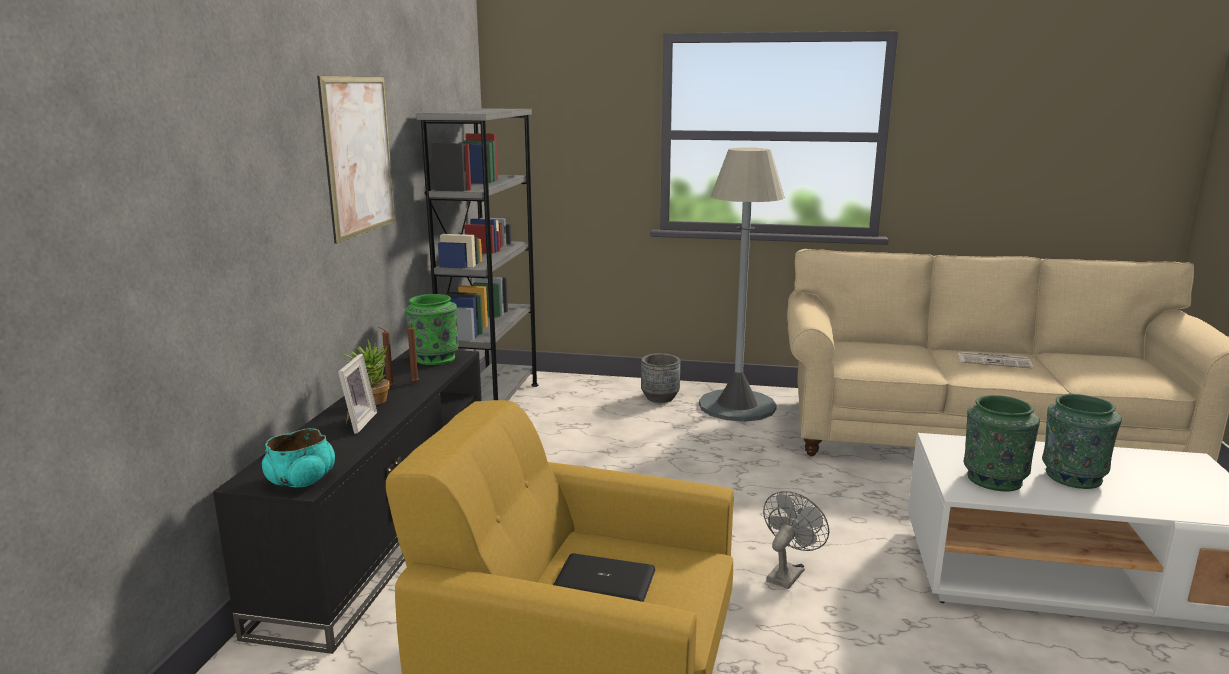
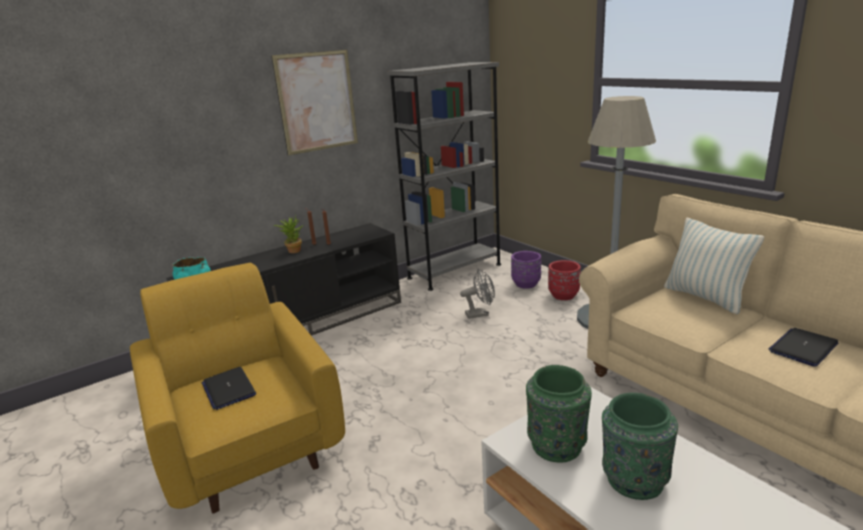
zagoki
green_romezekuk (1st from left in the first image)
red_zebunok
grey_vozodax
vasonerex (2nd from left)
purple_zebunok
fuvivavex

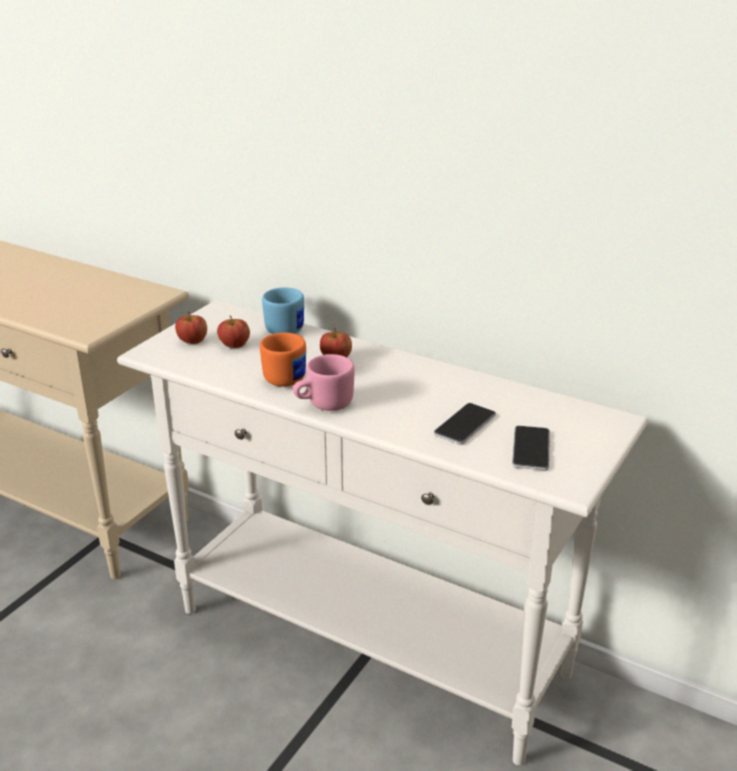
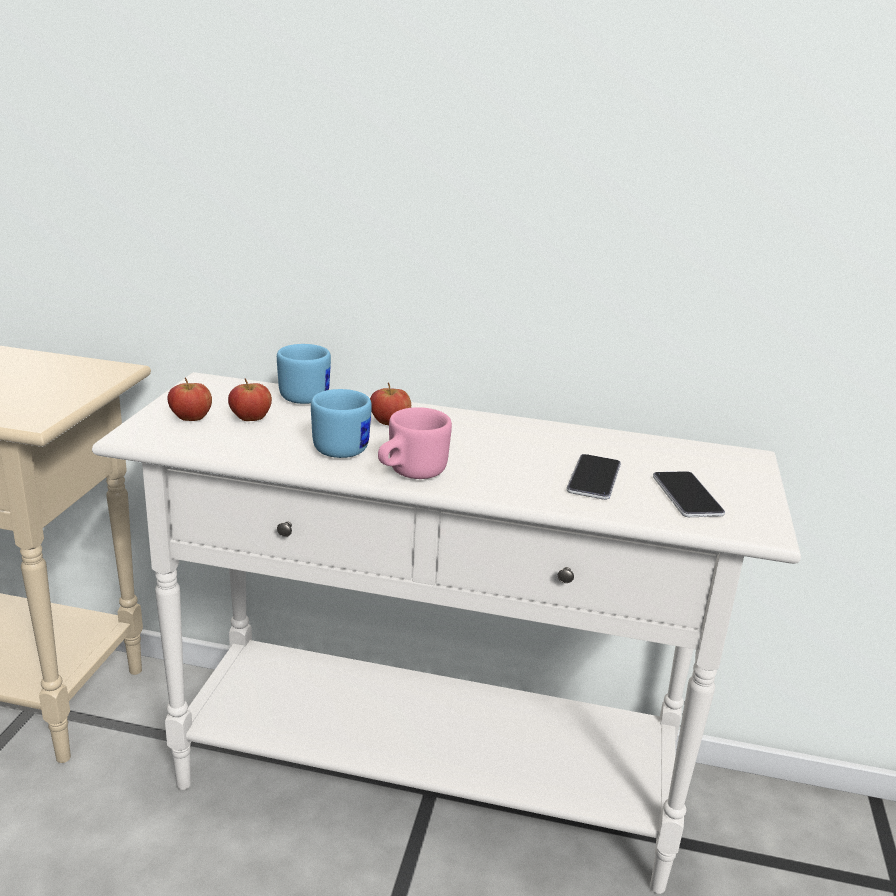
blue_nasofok (2nd from left)

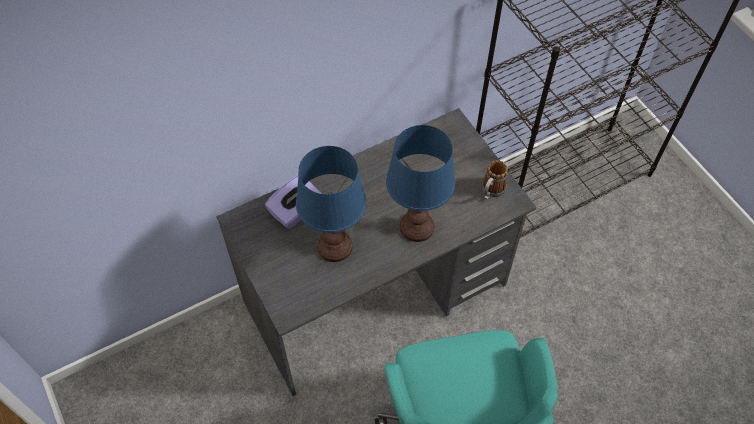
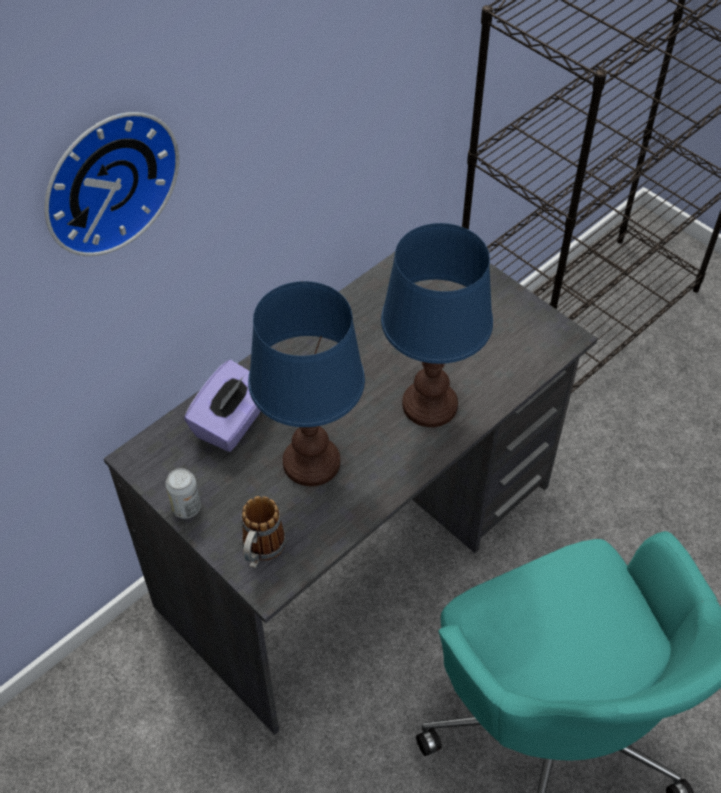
nasofok
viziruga
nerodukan

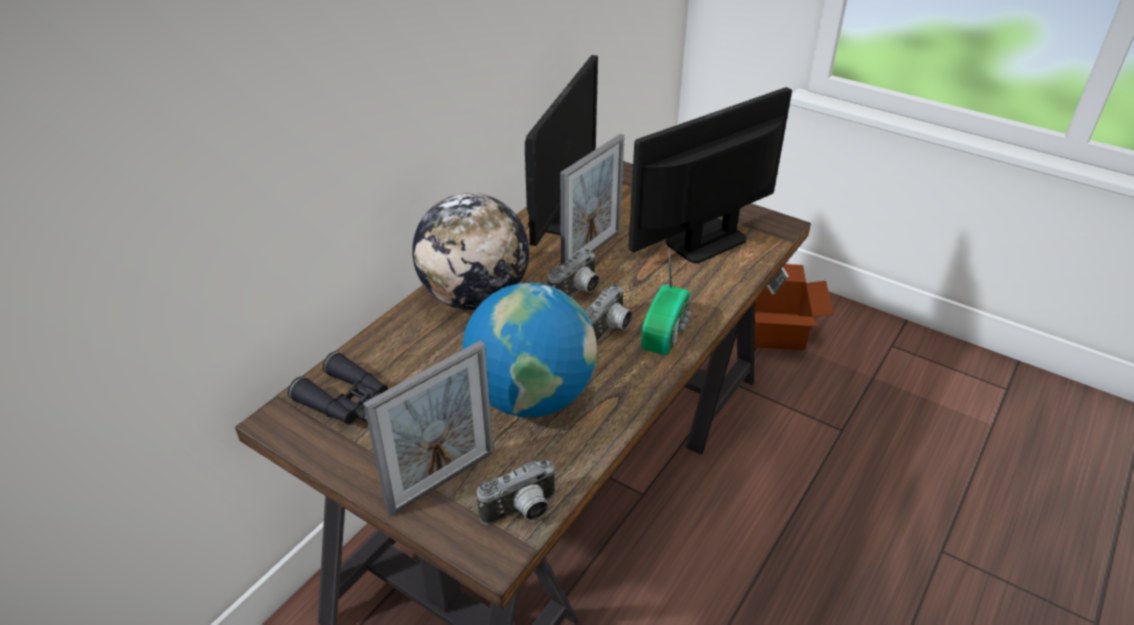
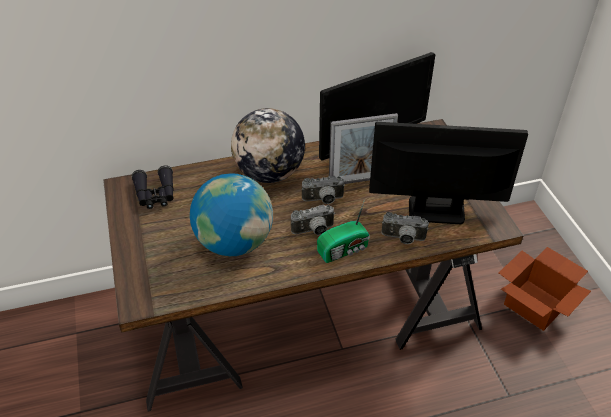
zagoki (1st from left in the first image)
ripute (3rd from left)

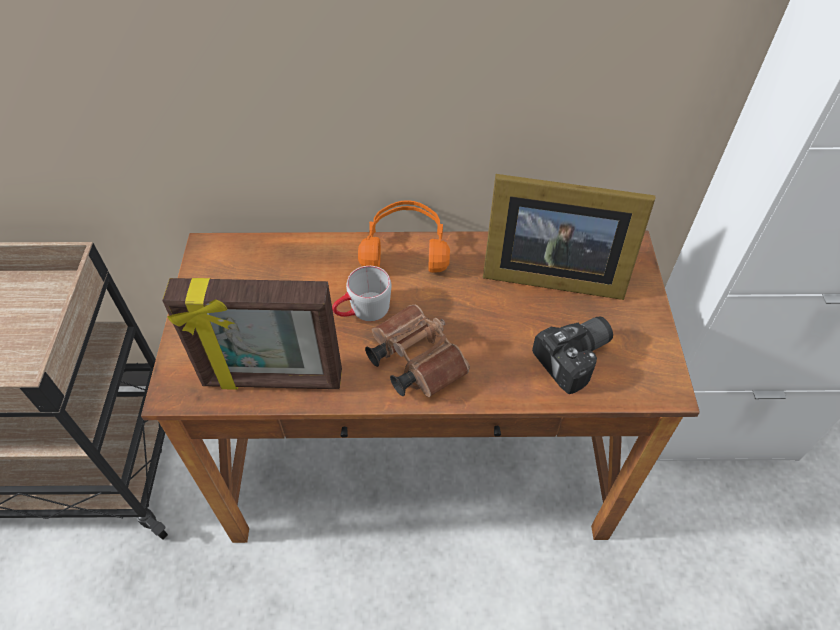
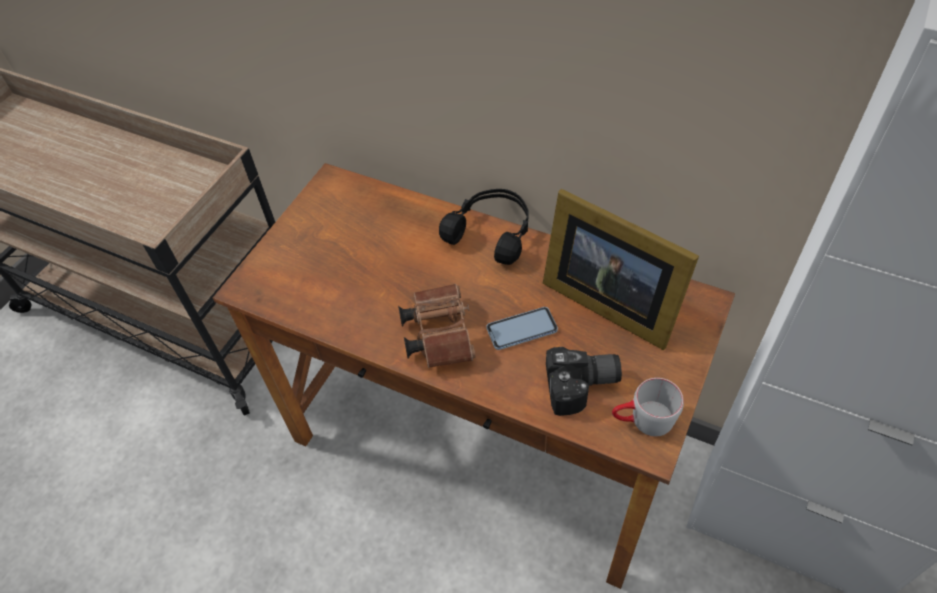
zagoki (1st from left in the first image)
grey_nasofok
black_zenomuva
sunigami

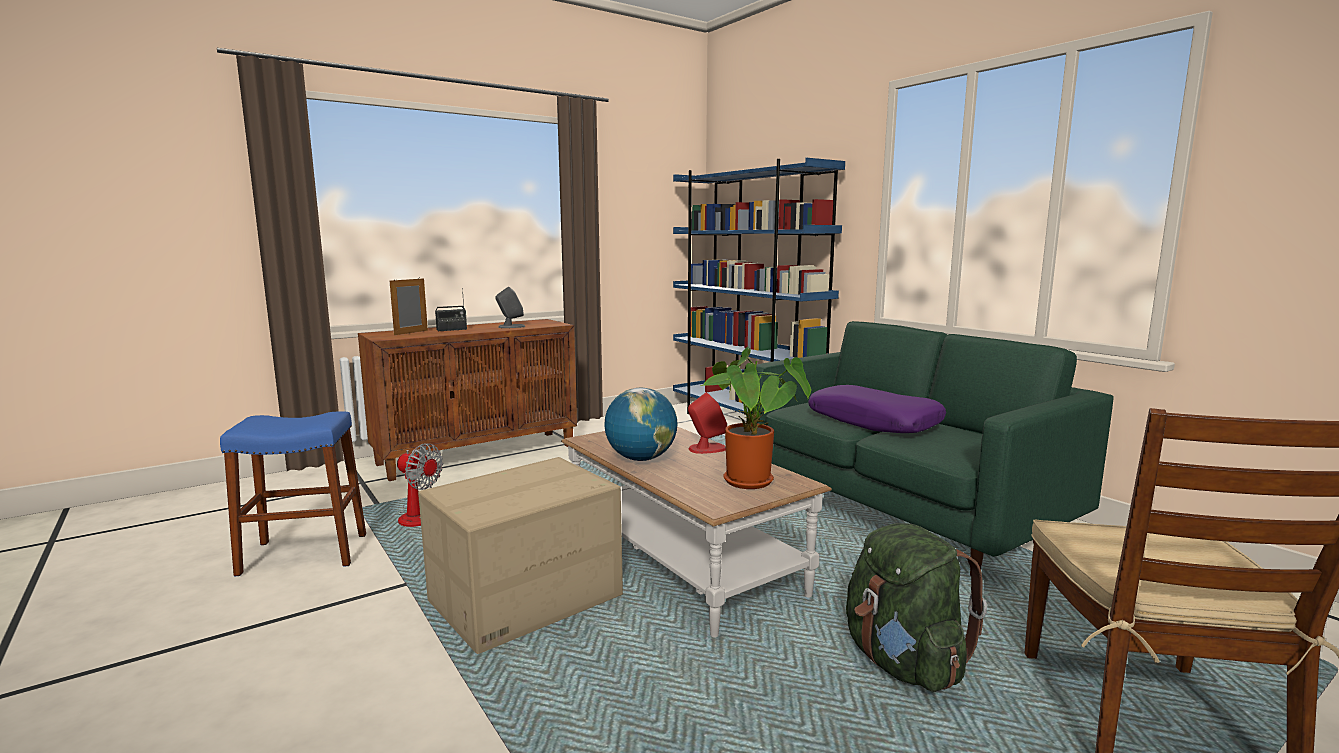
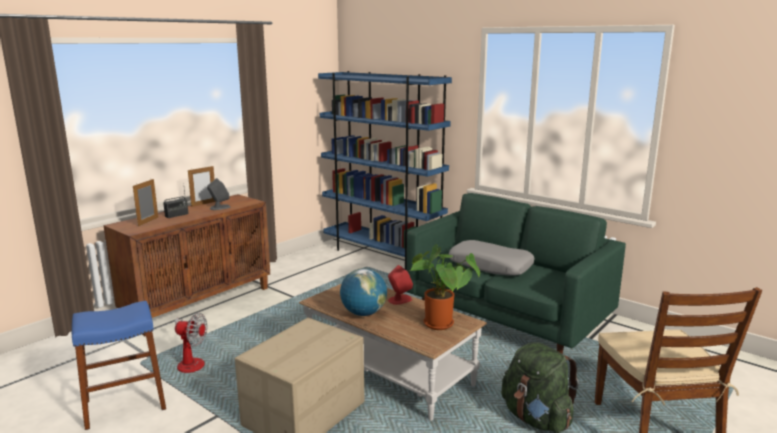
grey_fuvivavex
zagoki (2nd from left)

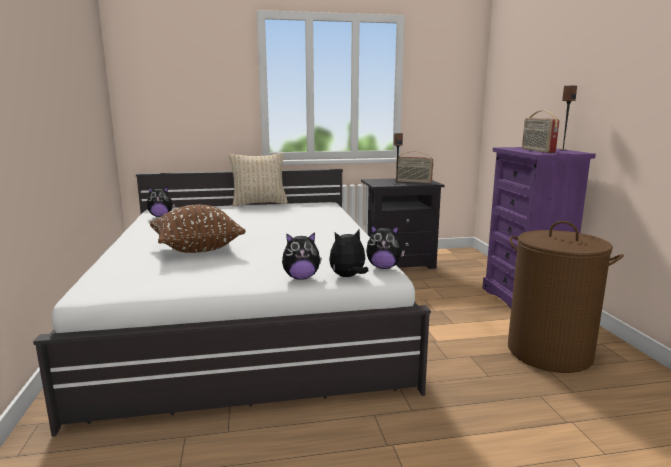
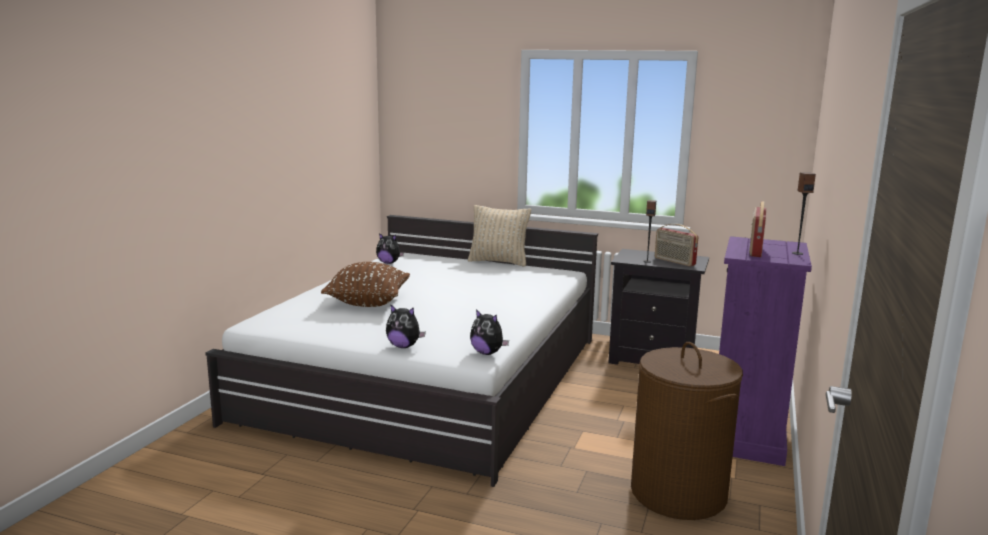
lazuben (3rd from left in the first image)

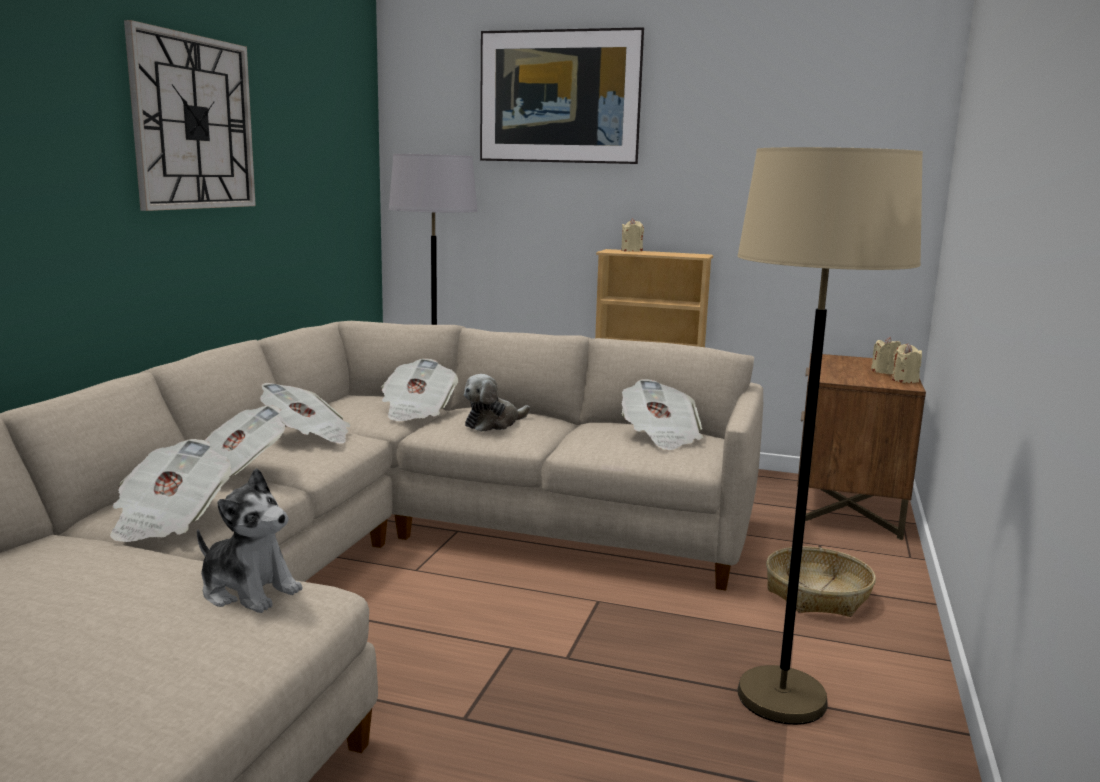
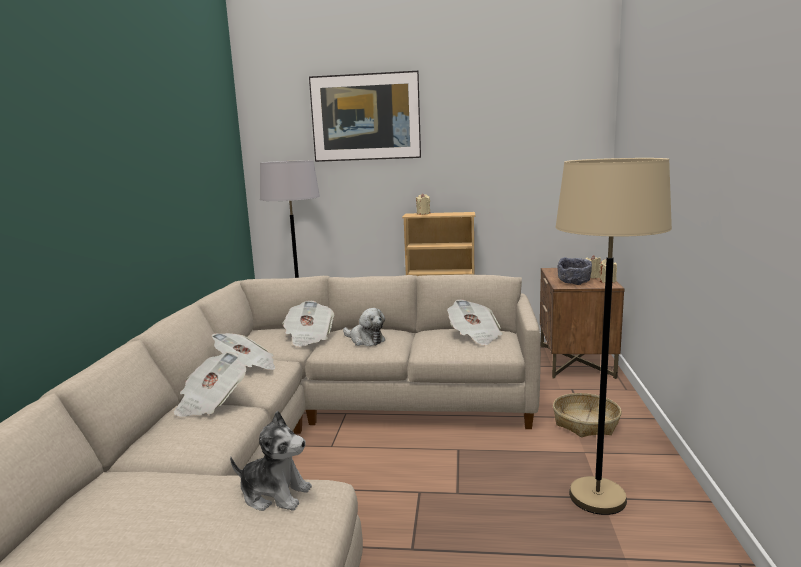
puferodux (1st from left in the first image)
viziruga
lazuben (2nd from left)
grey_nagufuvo

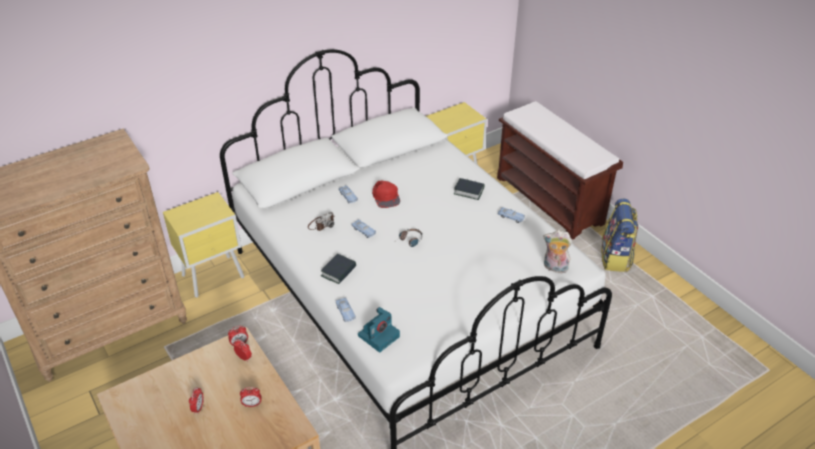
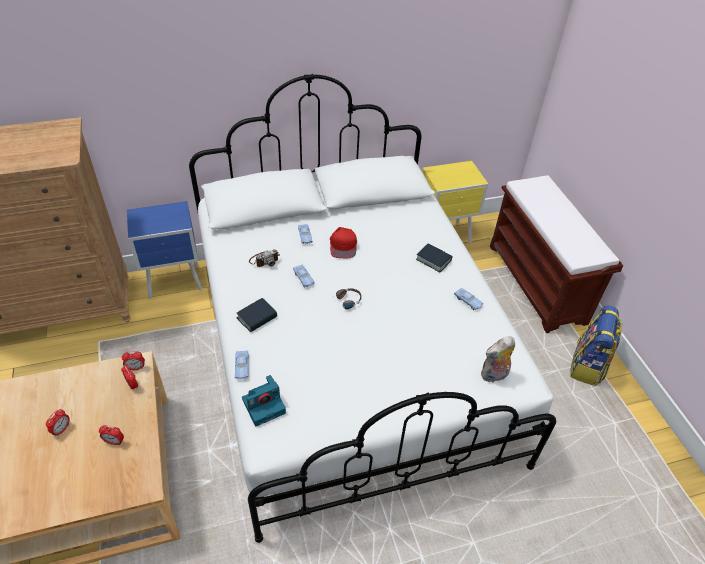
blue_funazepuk
lazuben

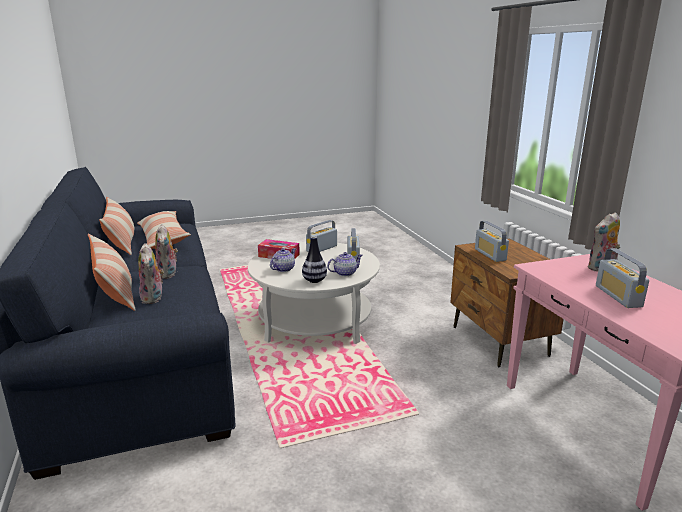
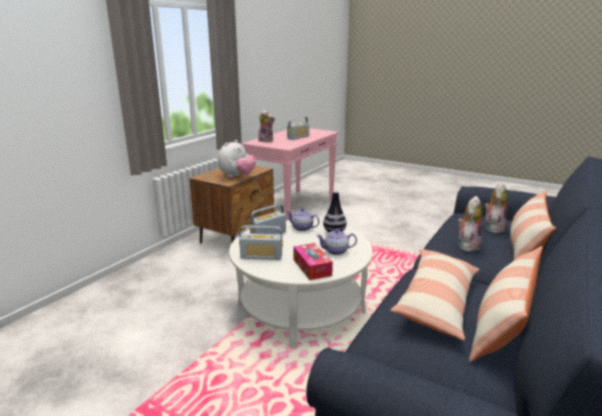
lazuben (1st from left)

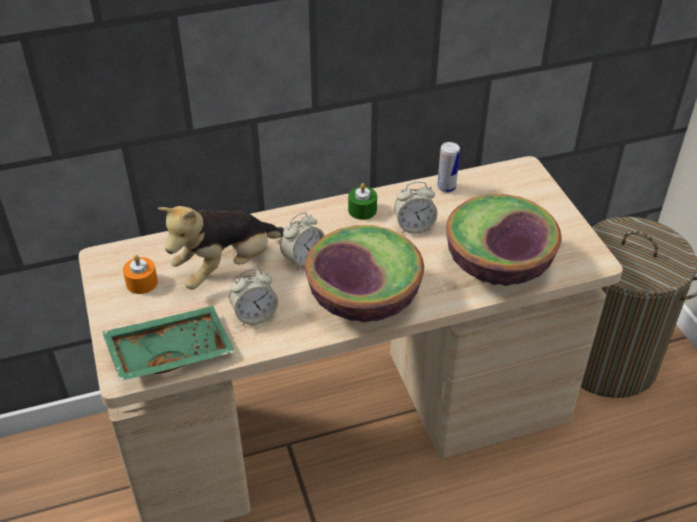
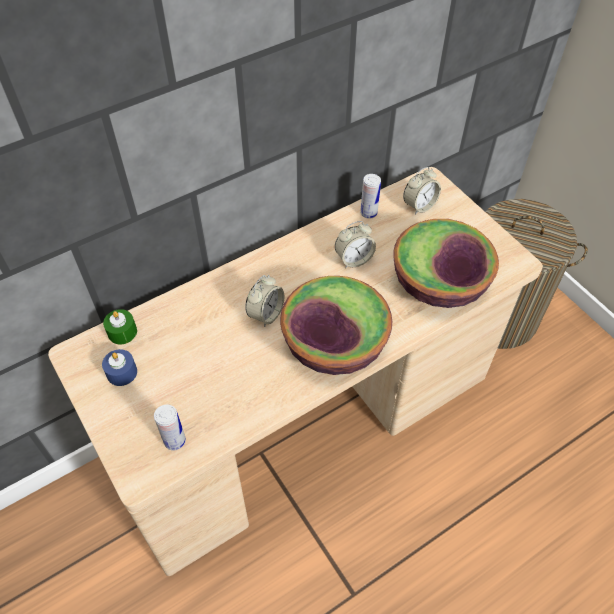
nerodukan (1st from left)
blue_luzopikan
lazuben
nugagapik (3rd from left)
green_luzopikan

